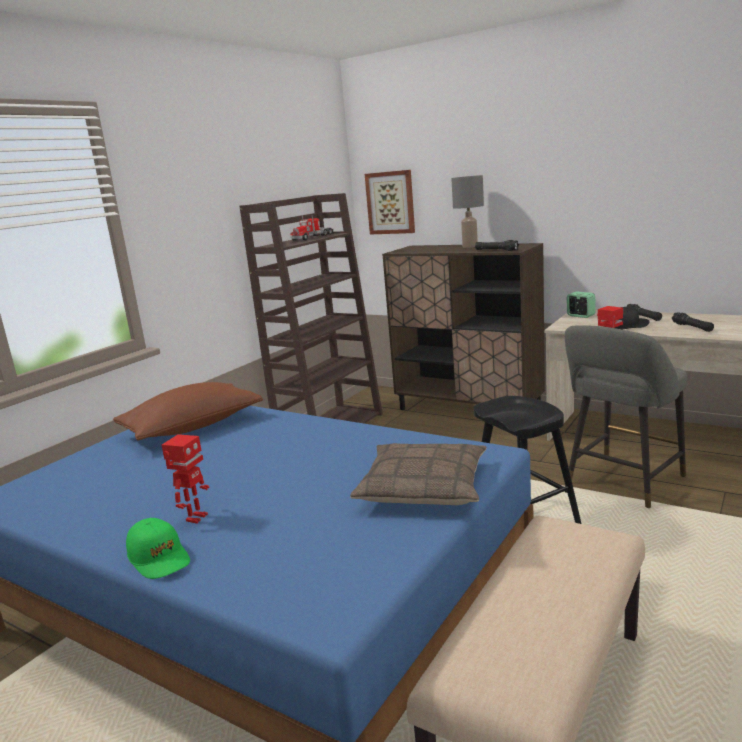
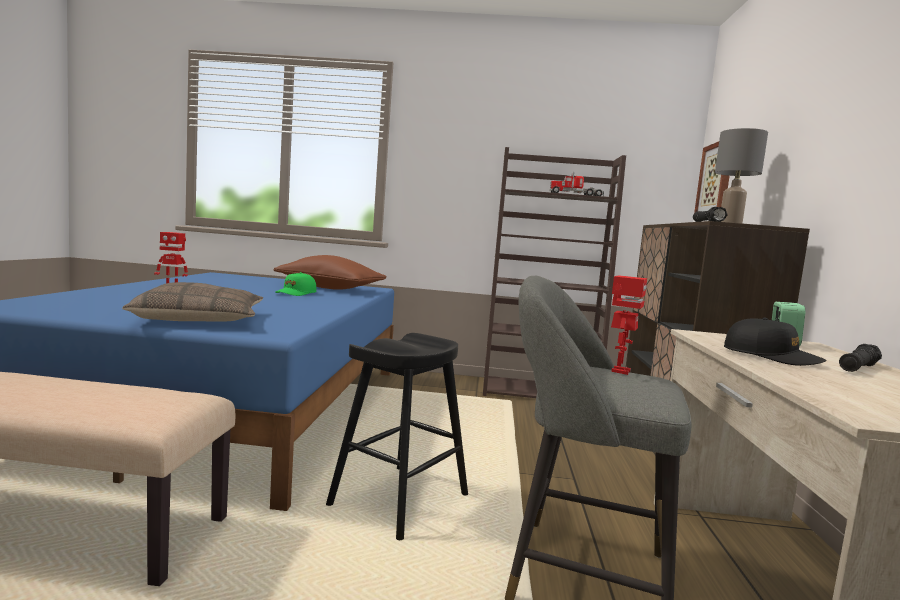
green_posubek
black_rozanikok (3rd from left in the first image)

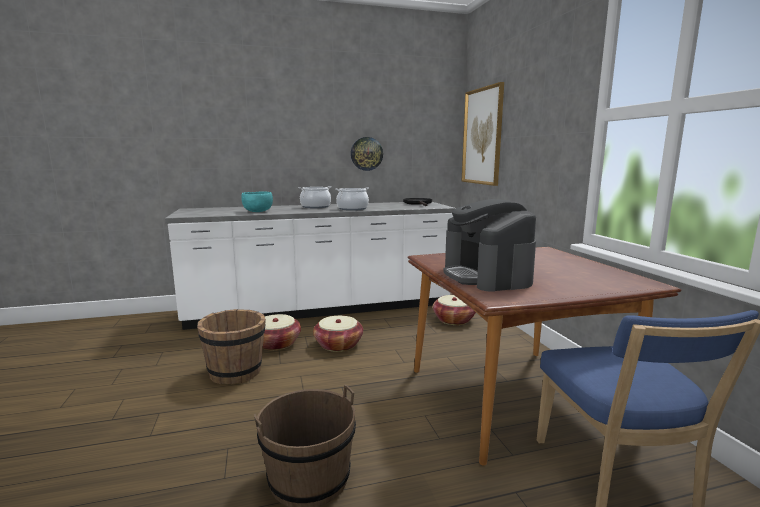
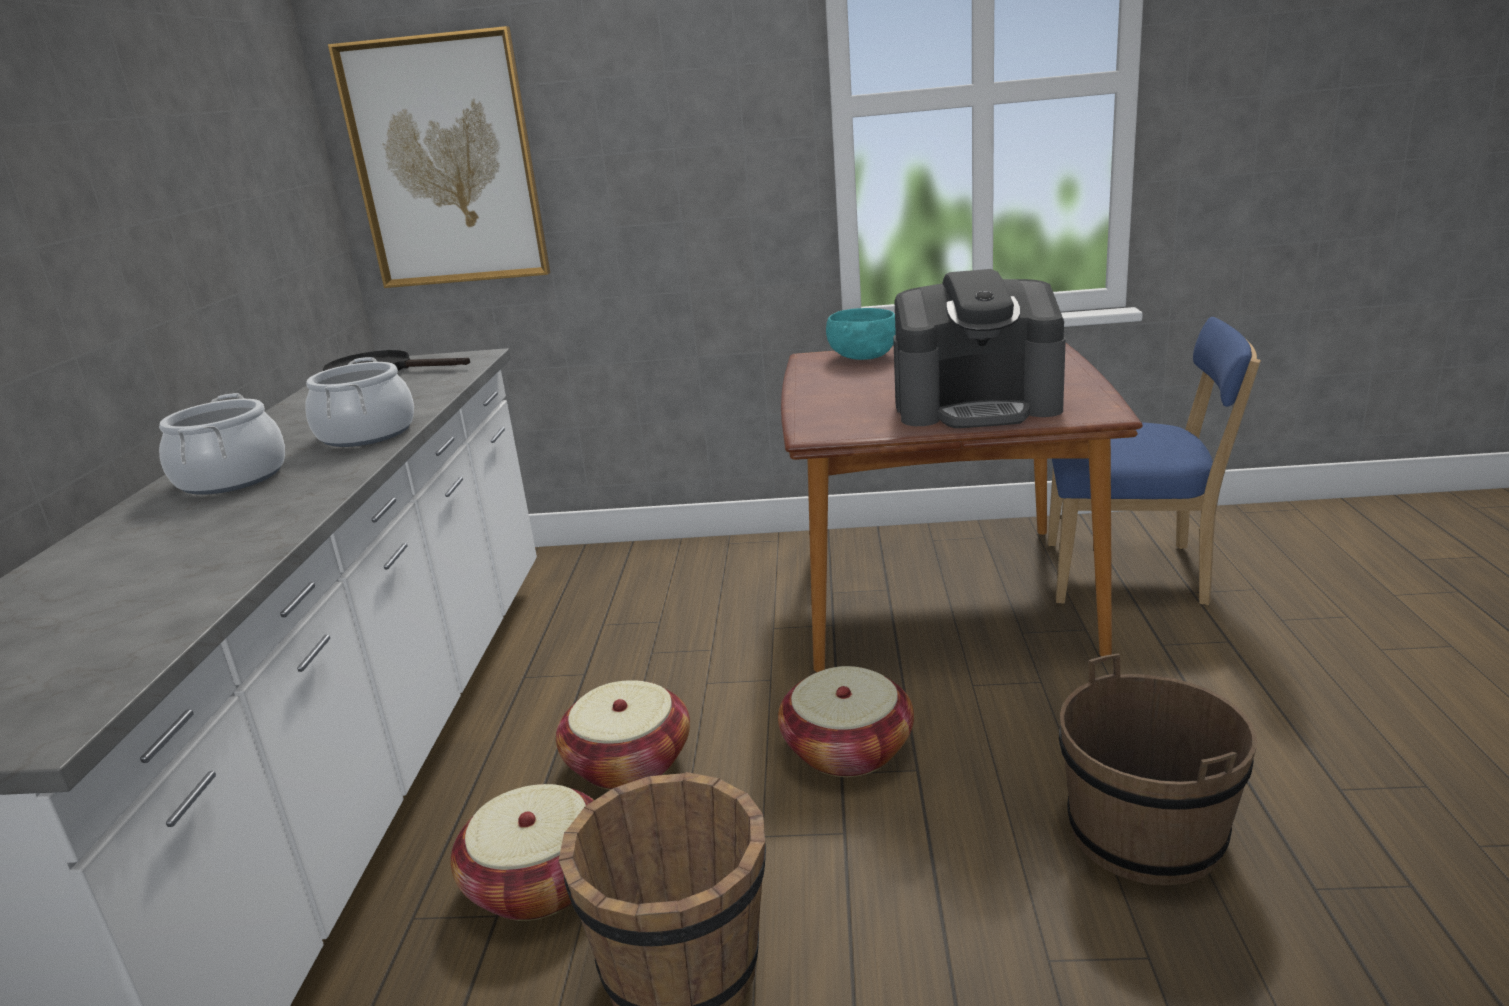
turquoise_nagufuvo
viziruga
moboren (3rd from left)

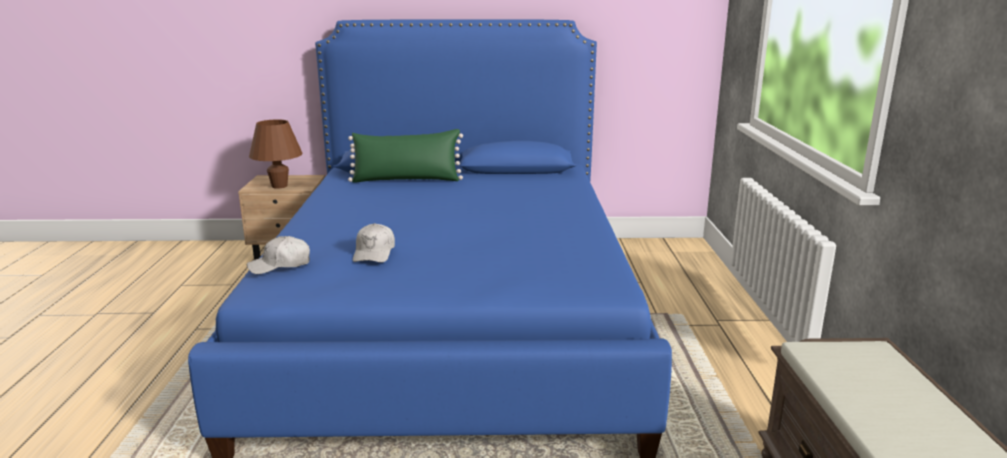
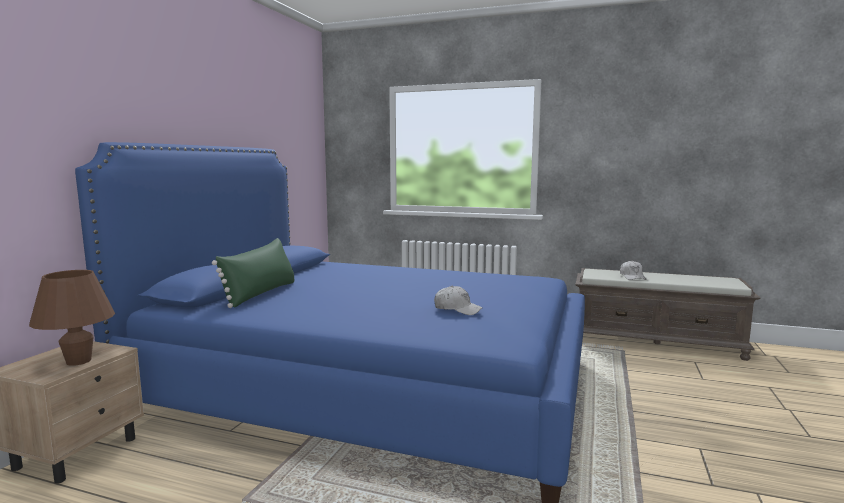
white_posubek (2nd from left)

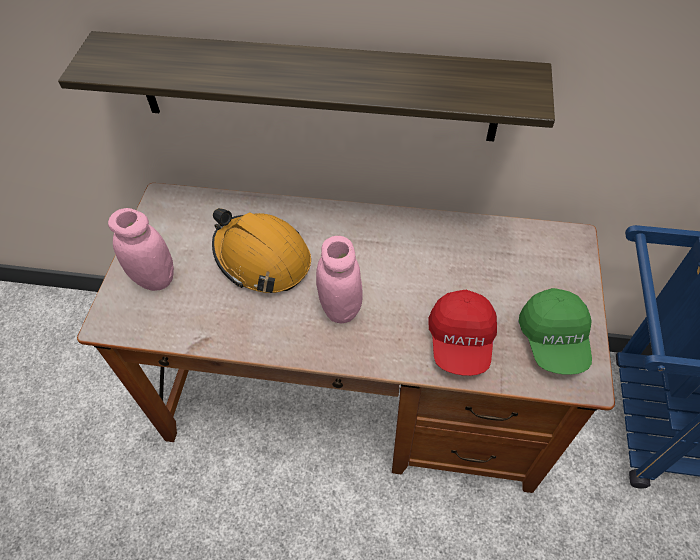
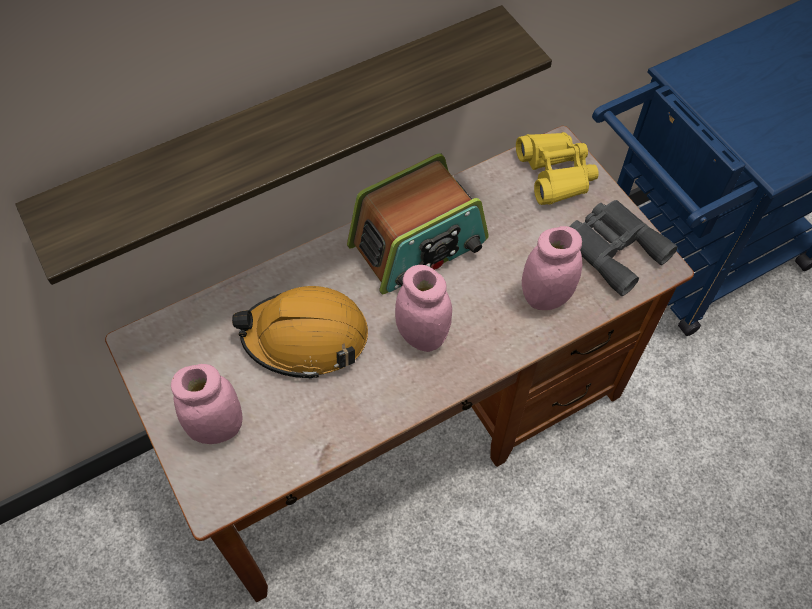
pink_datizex (3rd from left)
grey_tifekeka
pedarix
yellow_tifekeka

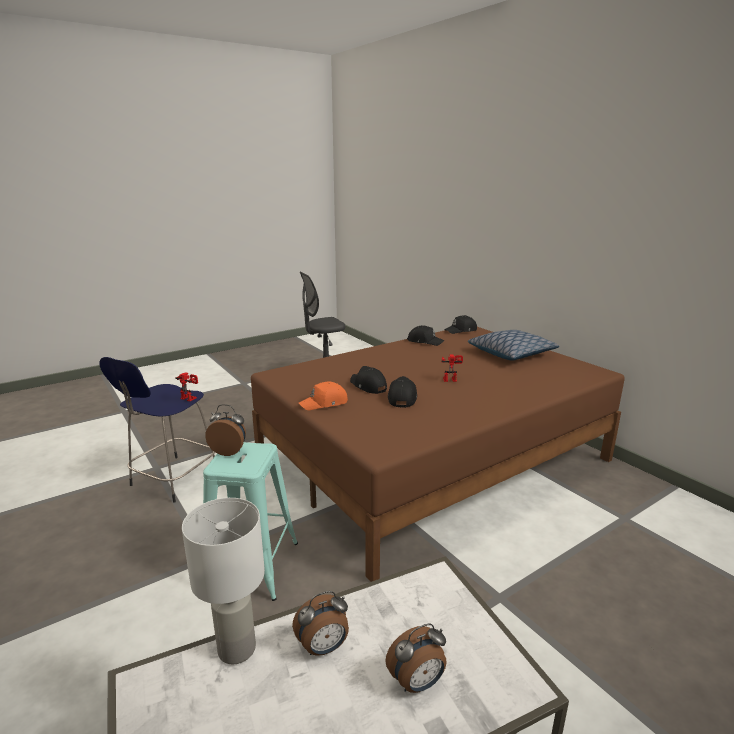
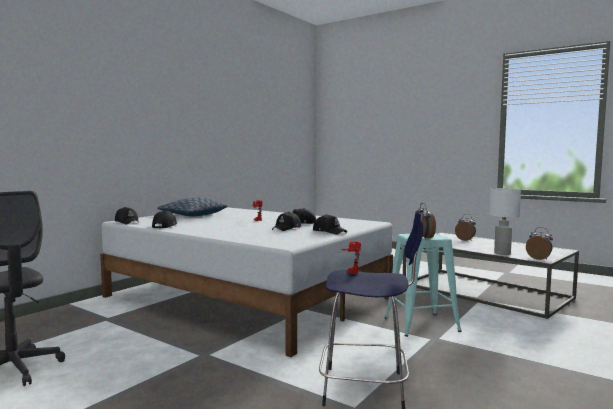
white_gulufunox
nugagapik (3rd from left)
black_posubek (5th from left)

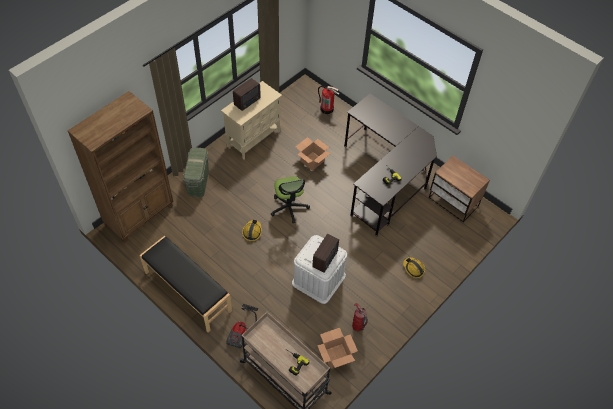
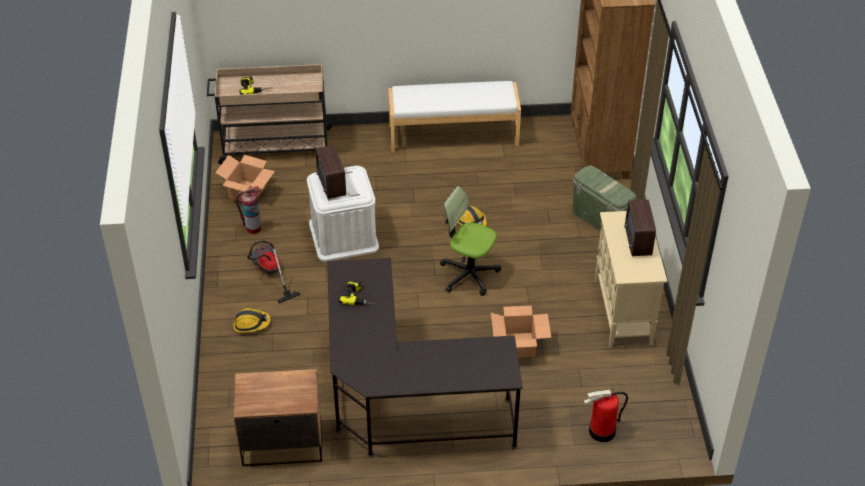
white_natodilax
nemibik

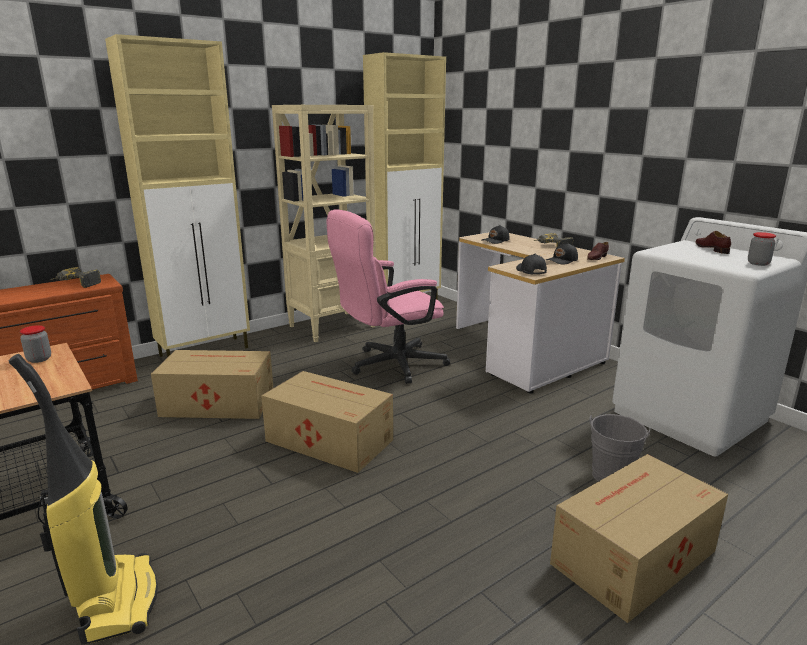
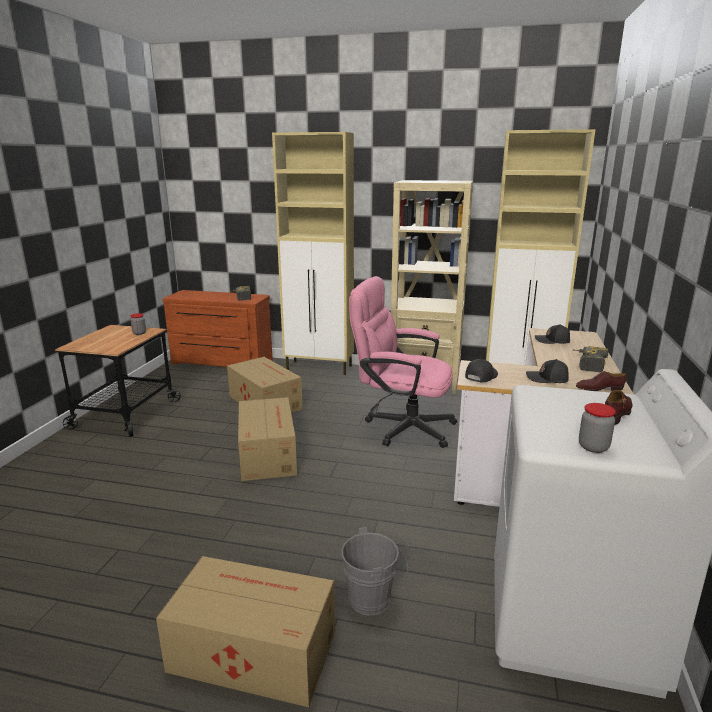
nemibik

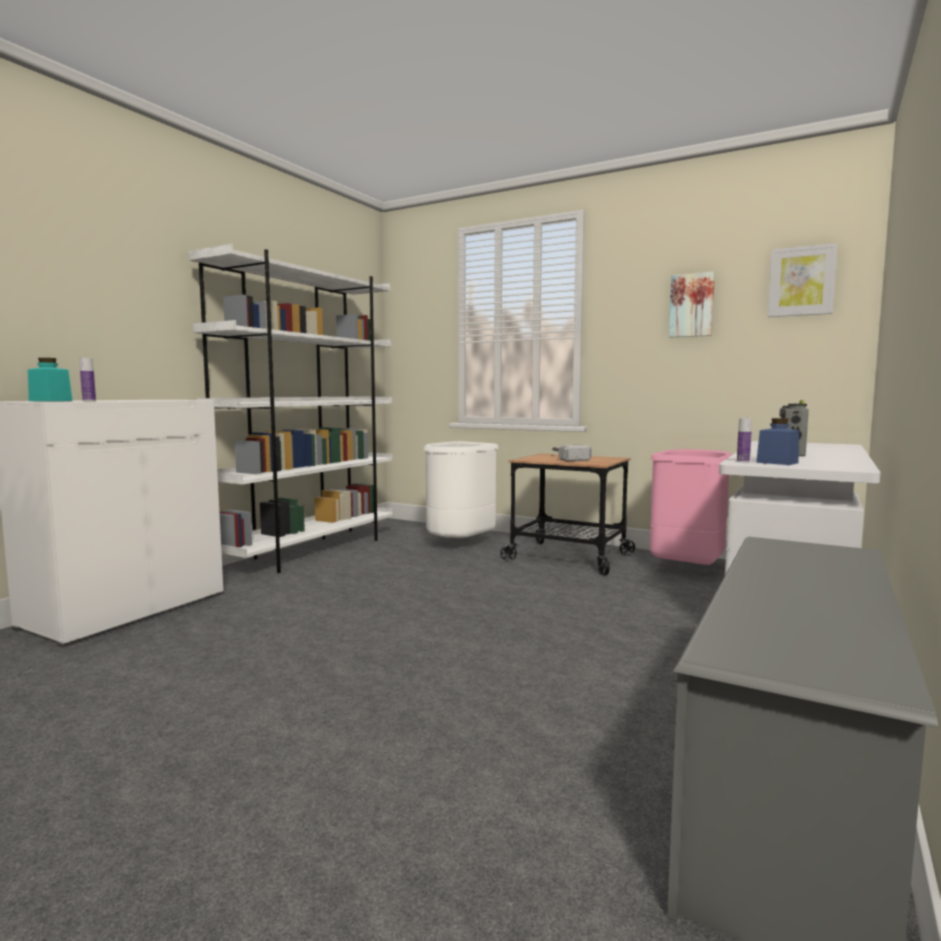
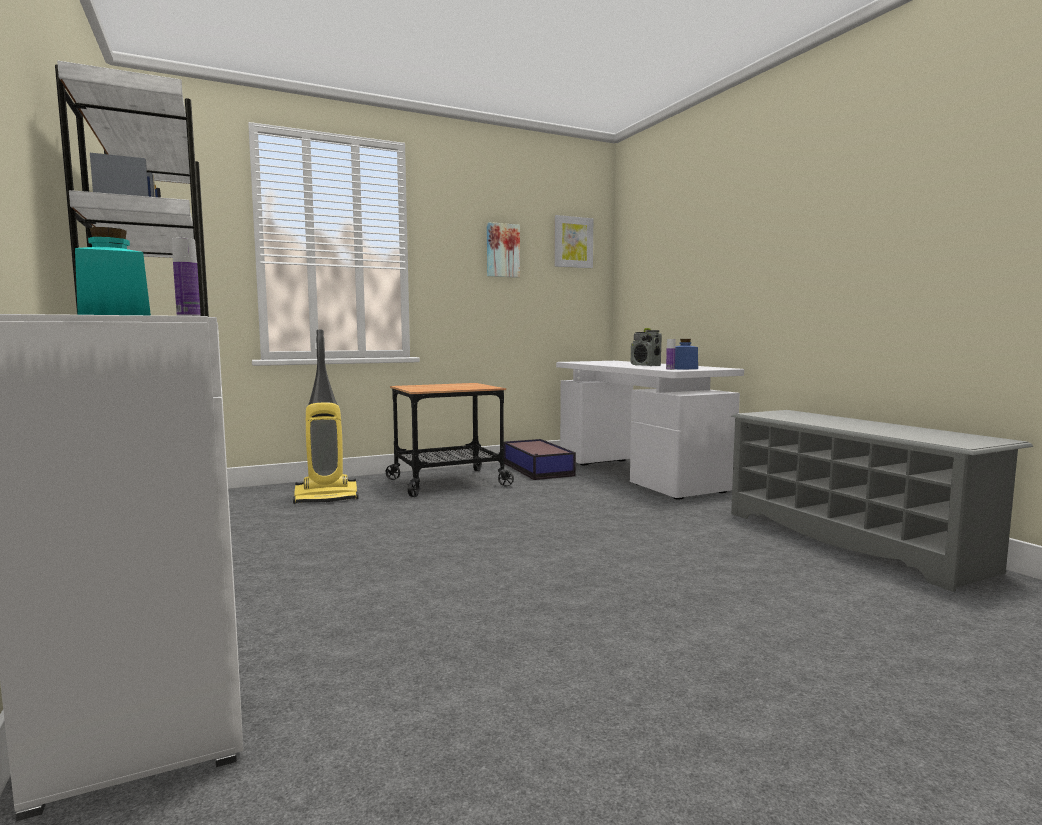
nemibik
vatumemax
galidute

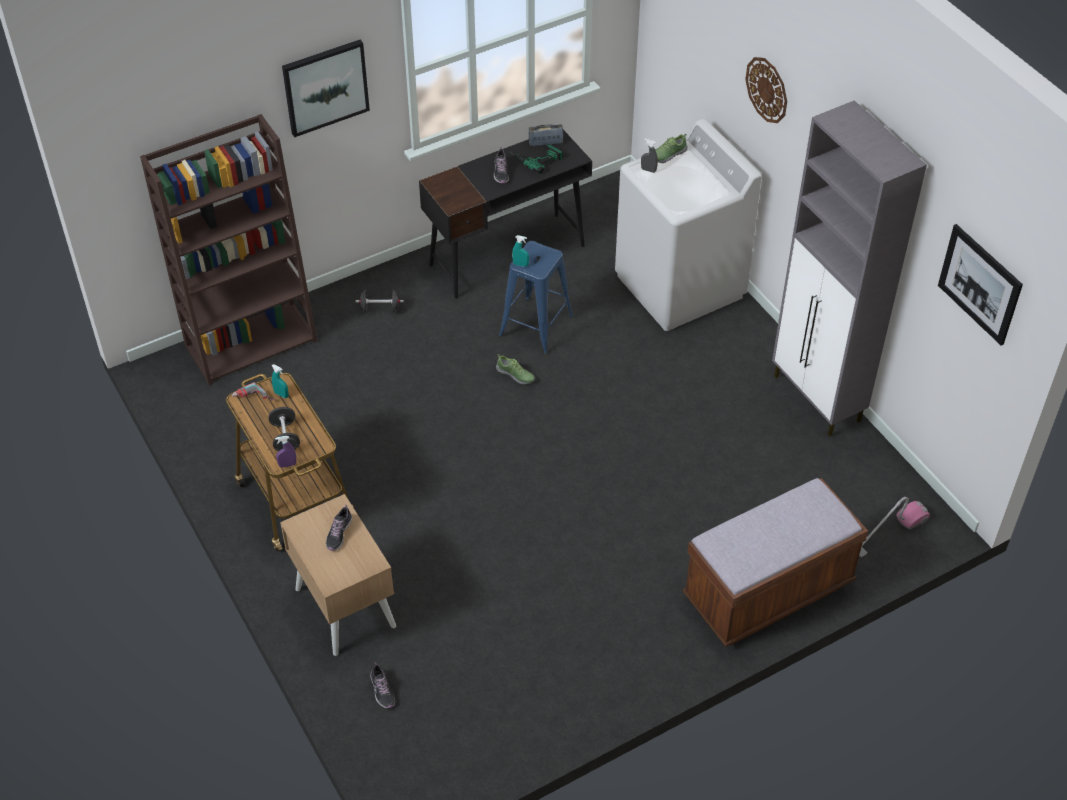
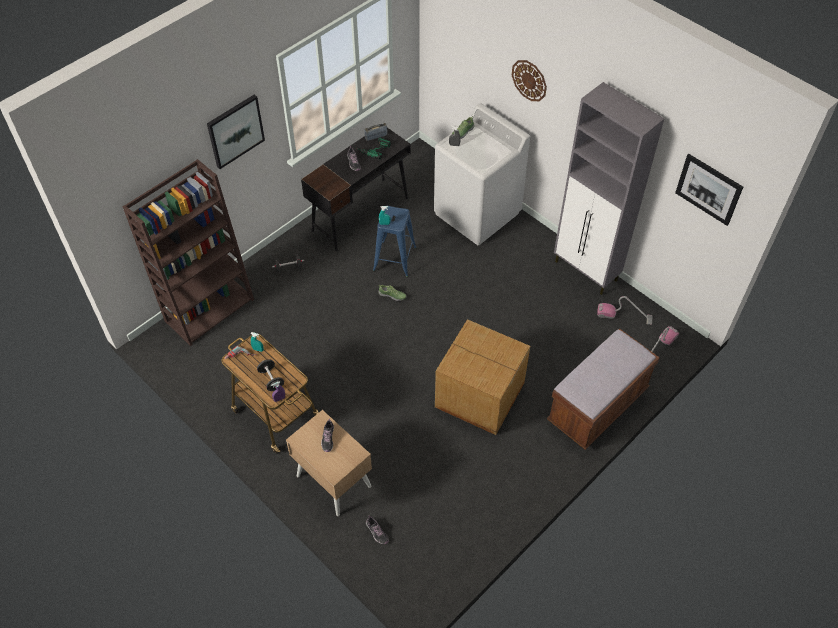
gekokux
nemibik (1st from left)

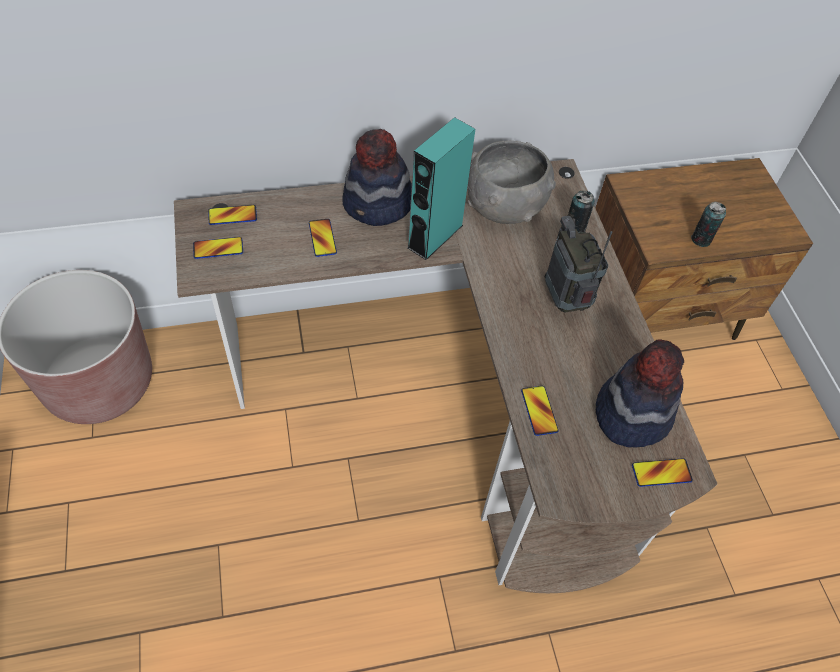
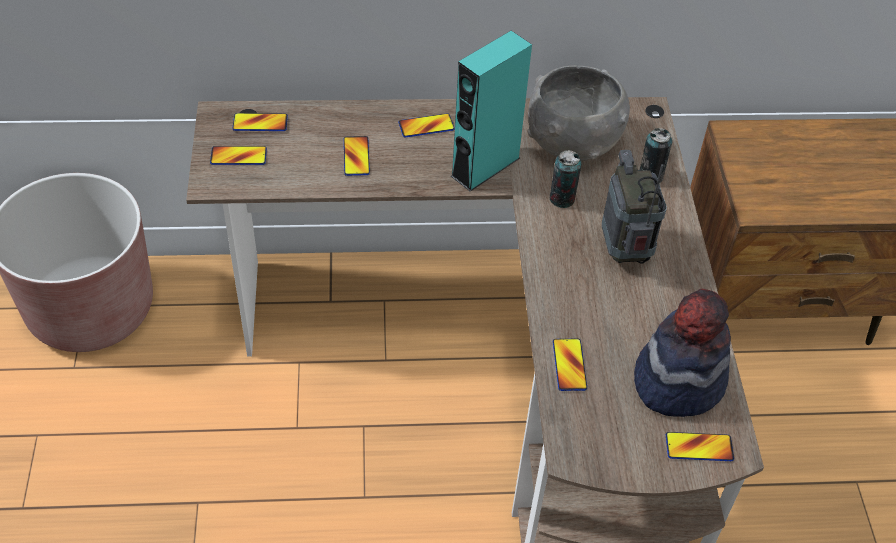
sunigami (4th from left)
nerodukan (1st from left)

